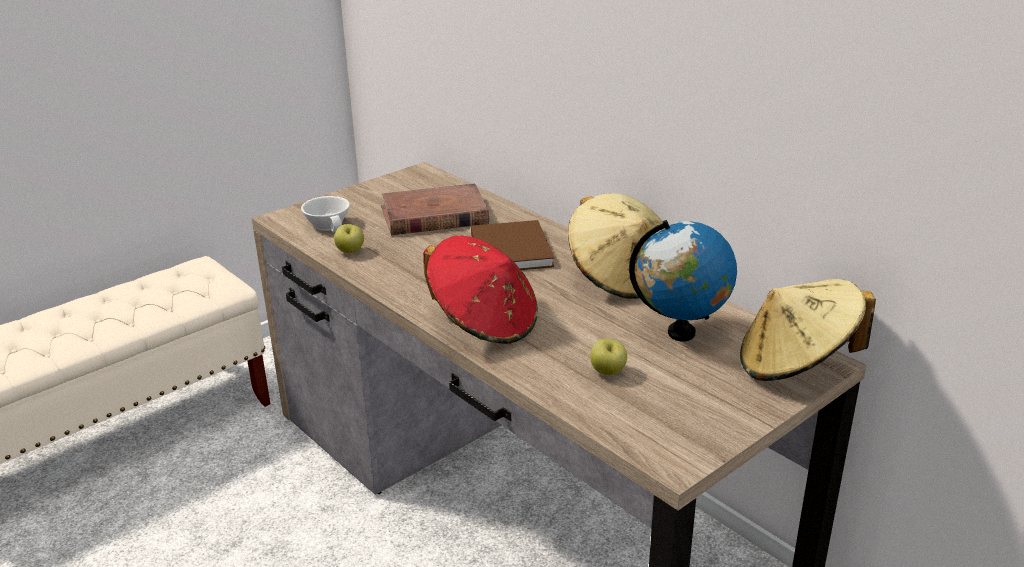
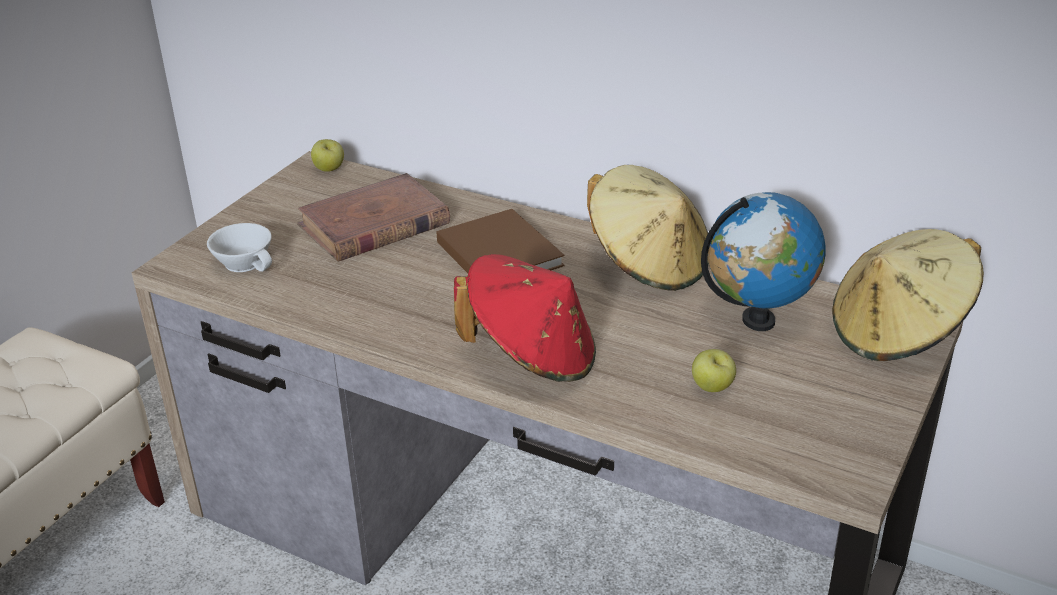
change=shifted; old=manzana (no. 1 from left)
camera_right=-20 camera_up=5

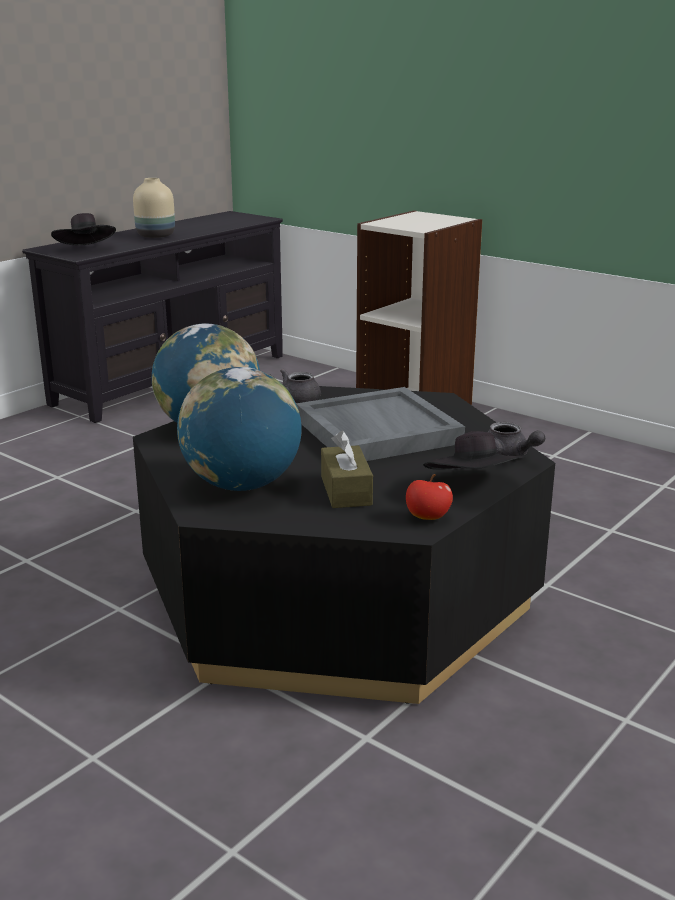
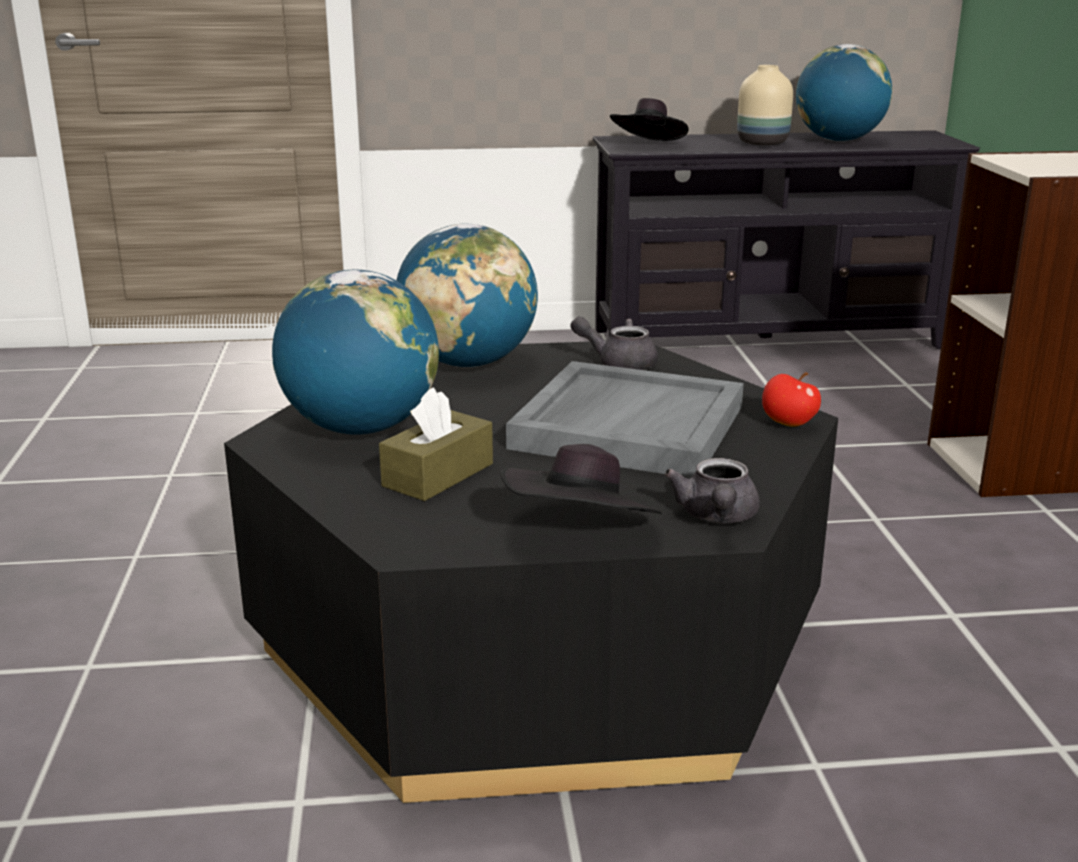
change=shifted; old=manzana
change=new; new=globo terráqueo (no. 3 from left)
camera_right=45 camera_up=0

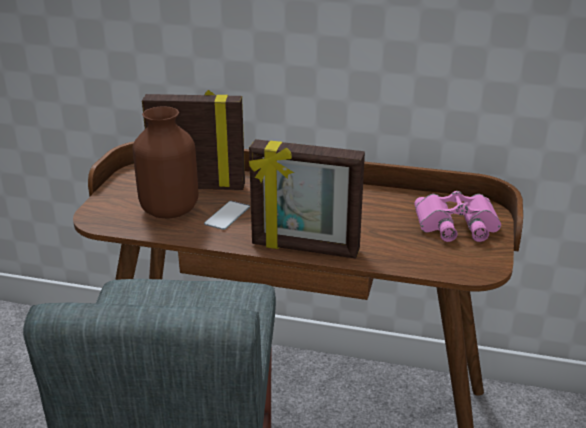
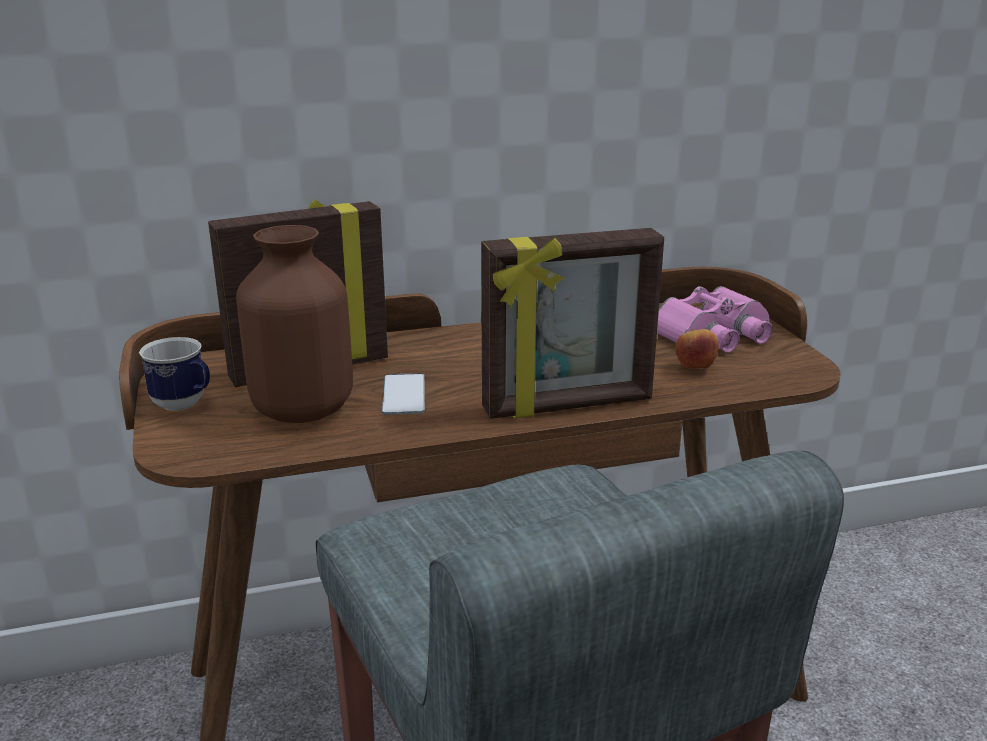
change=new; new=taza grande
change=new; new=manzana
camera_right=-30 camera_up=-5

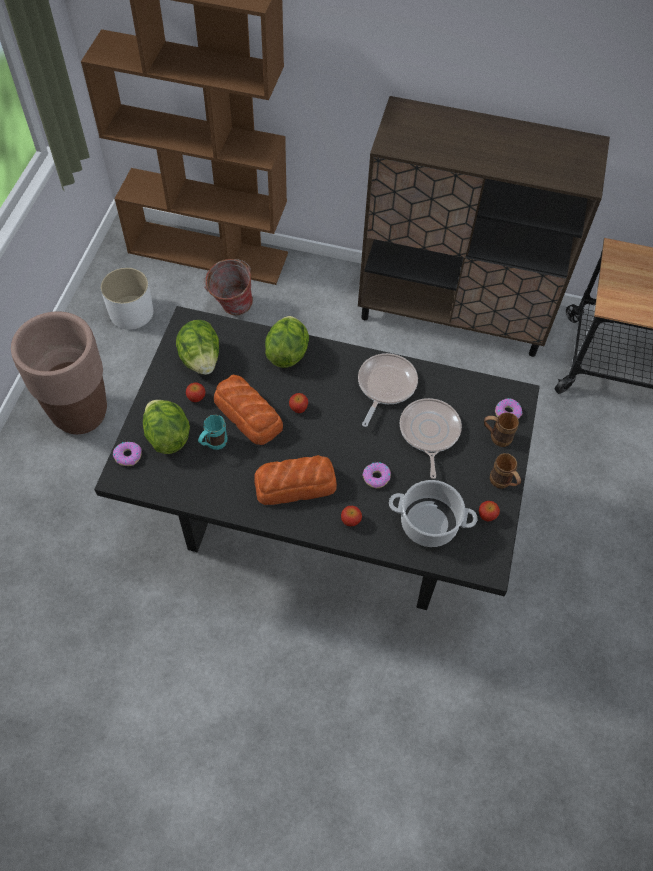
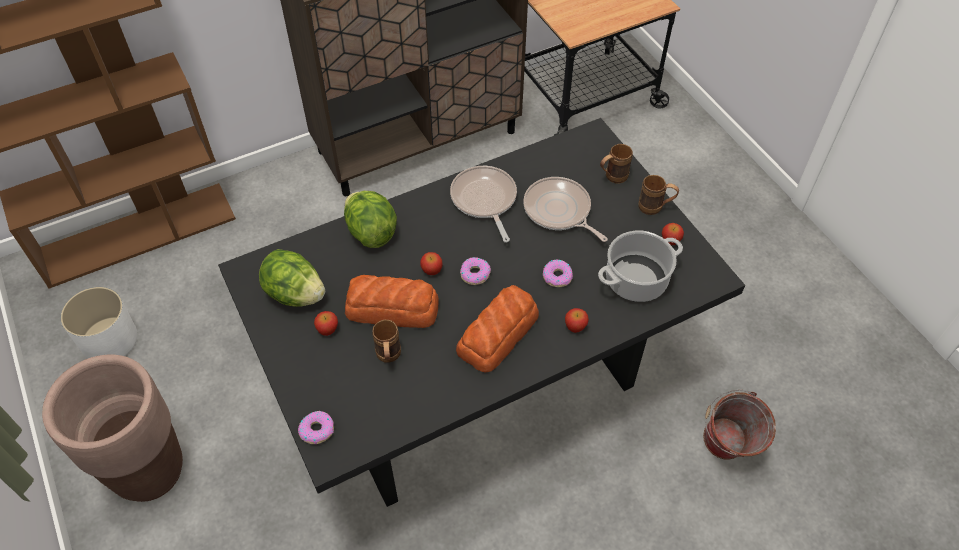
change=gone; old=lechuga (no. 1 from left)
change=repainted; old=taza grande (turquesa); new=taza grande (marrón) (no. 1 from left)
change=shifted; old=cubo
change=shifted; old=rosquilla (no. 3 from left in the first image); new=rosquilla (no. 2 from left)
camera_right=-40 camera_up=-5

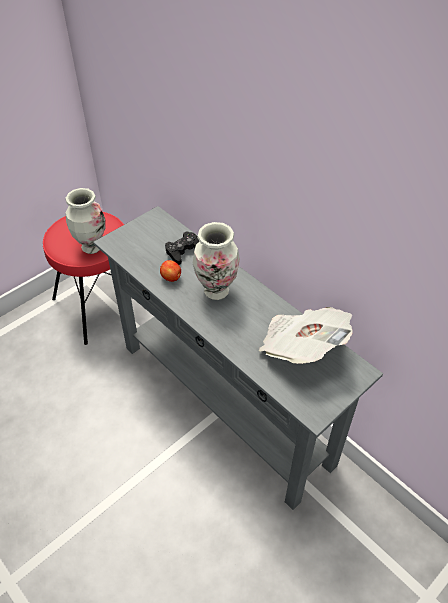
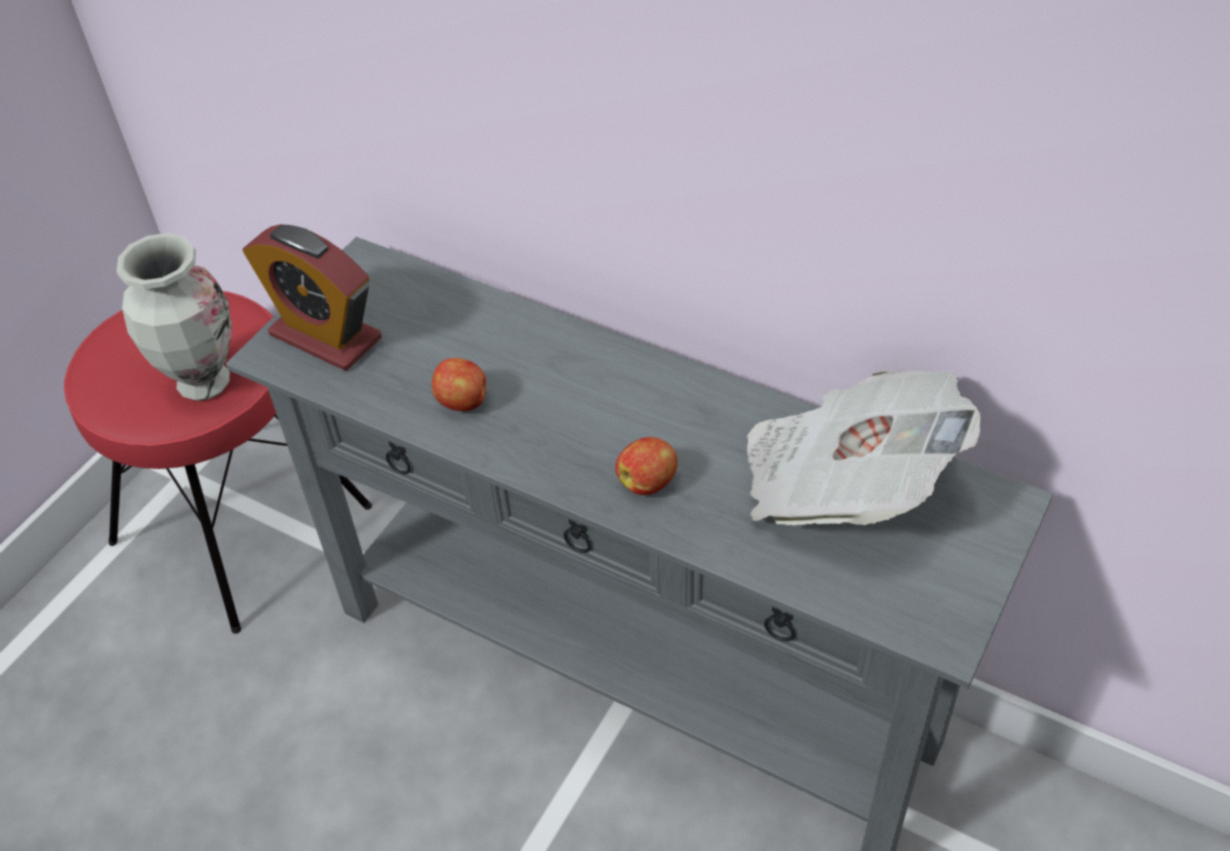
change=gone; old=mando de consola (negro)
change=gone; old=florero (no. 2 from left)
change=new; new=despertador
change=new; new=manzana (no. 2 from left)
camera_right=-15 camera_up=0

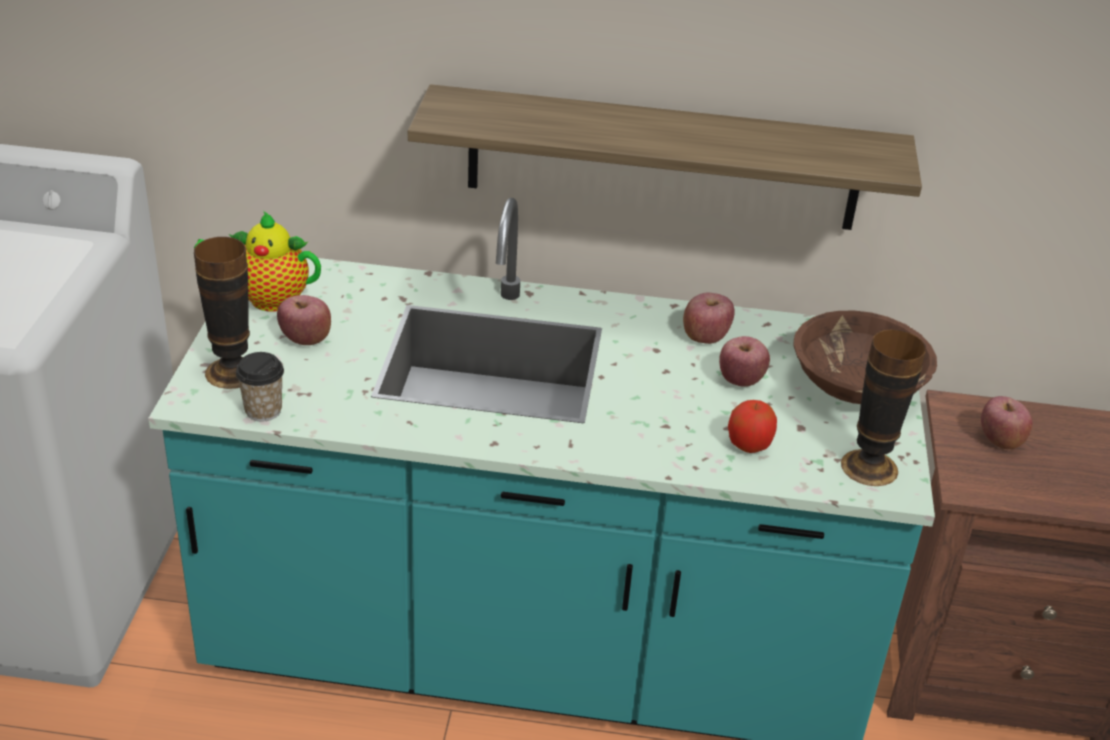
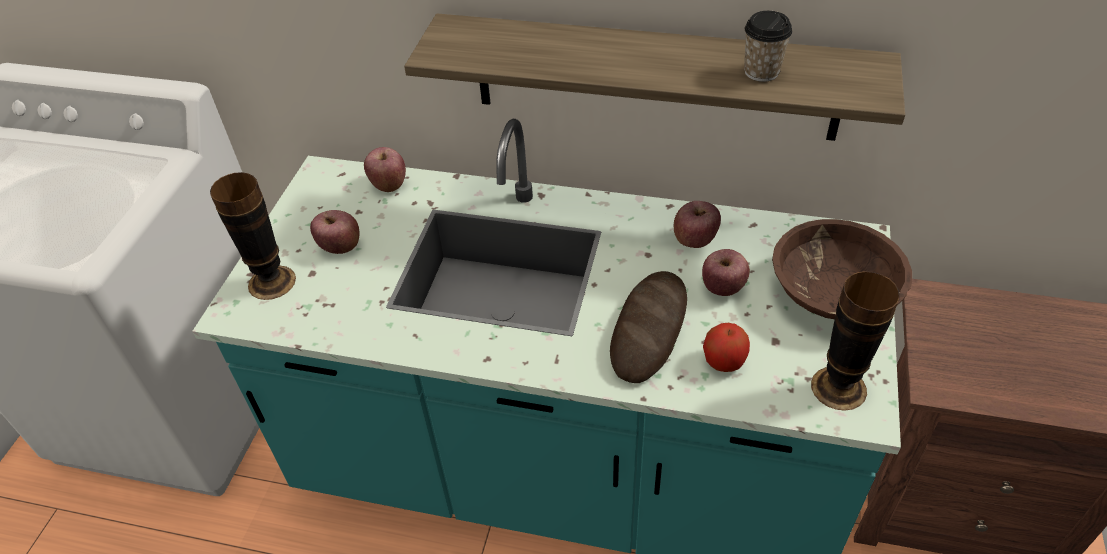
change=gone; old=tetera
change=shifted; old=taza
change=shifted; old=manzana (no. 5 from left in the first image); new=manzana (no. 2 from left)
change=new; new=pan
camera_right=10 camera_up=10

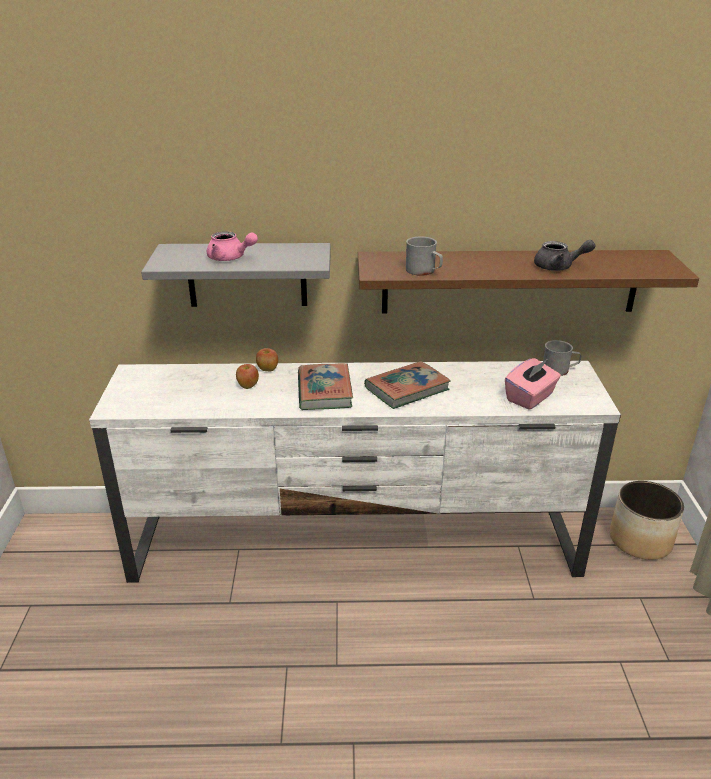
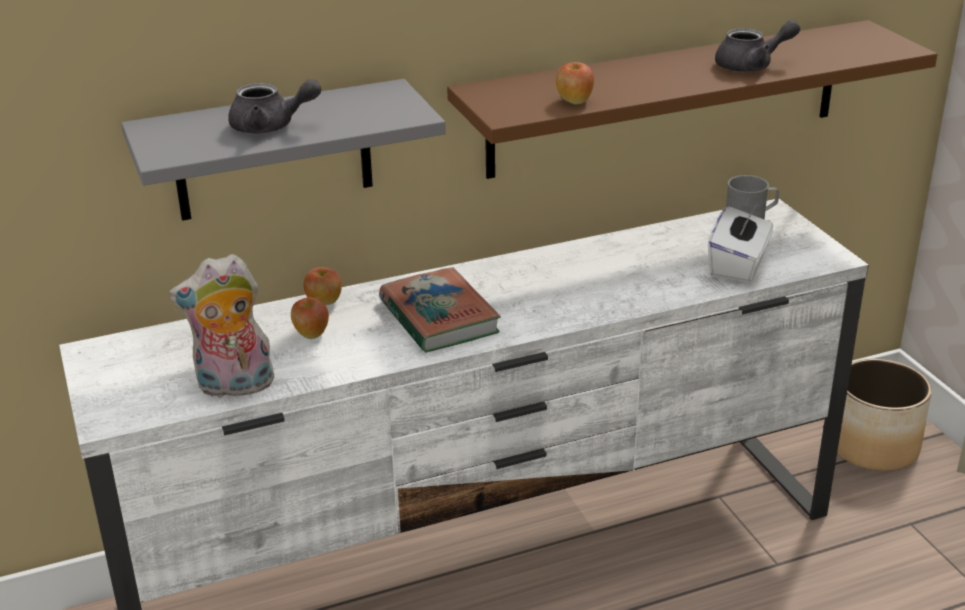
change=repainted; old=tetera (rosa); new=tetera (gris) (no. 1 from left)
change=gone; old=libro (no. 2 from left)
change=swapped; old=taza grande (gris) (no. 1 from left); new=manzana (no. 3 from left)
change=repainted; old=caja de pañuelos (rosa); new=caja de pañuelos (blanco)
change=new; new=peluche
camera_right=-20 camera_up=0

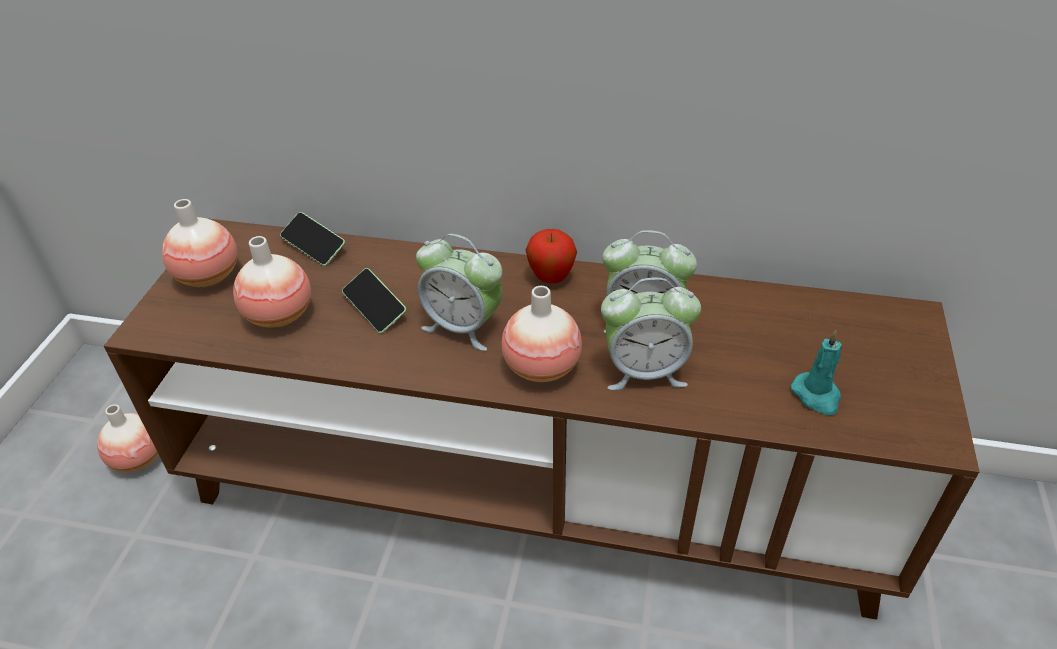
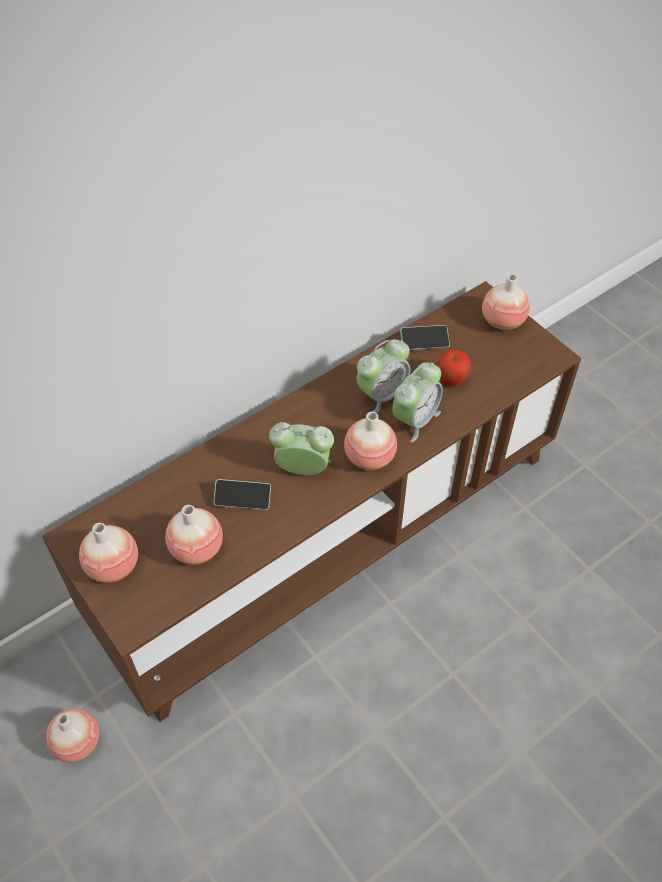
change=shifted; old=móvil (no. 1 from left in the first image); new=móvil (no. 2 from left)
change=rotated; old=despertador (no. 1 from left); degrees=-150
change=shifted; old=manzana
change=gone; old=vela (turquesa)
change=new; new=florero (no. 5 from left)
camera_right=-50 camera_up=10

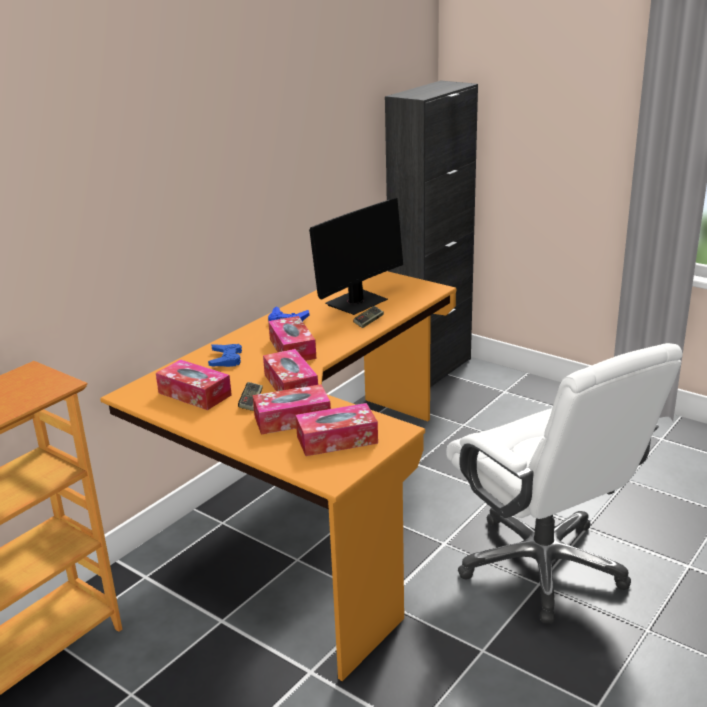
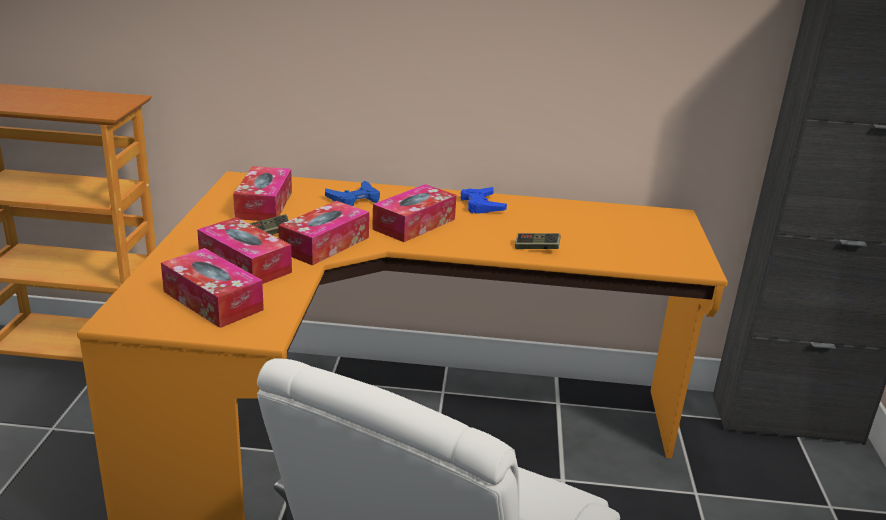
change=gone; old=monitor
camera_right=55 camera_up=0

